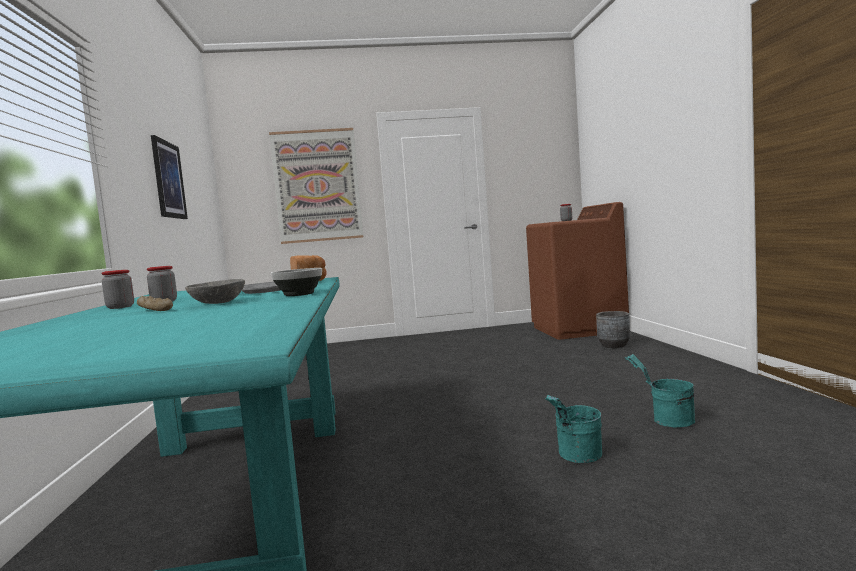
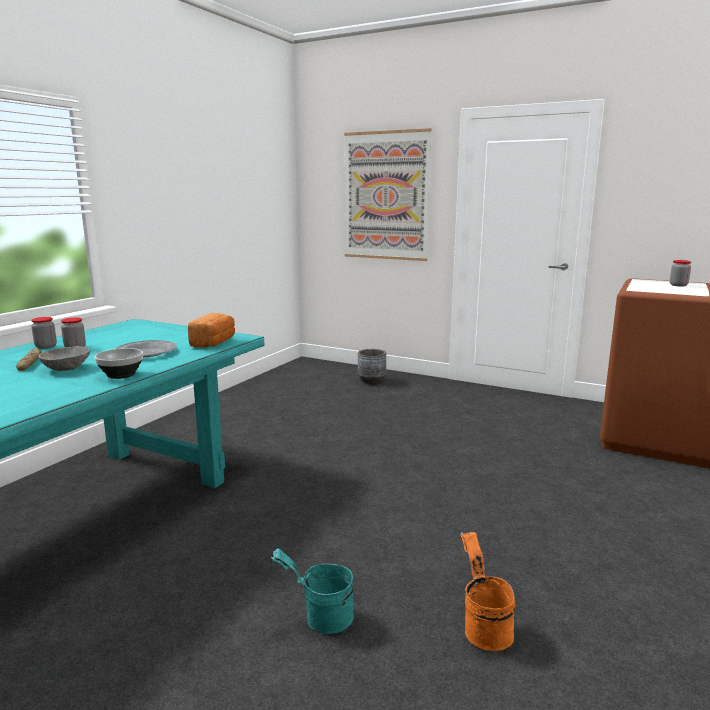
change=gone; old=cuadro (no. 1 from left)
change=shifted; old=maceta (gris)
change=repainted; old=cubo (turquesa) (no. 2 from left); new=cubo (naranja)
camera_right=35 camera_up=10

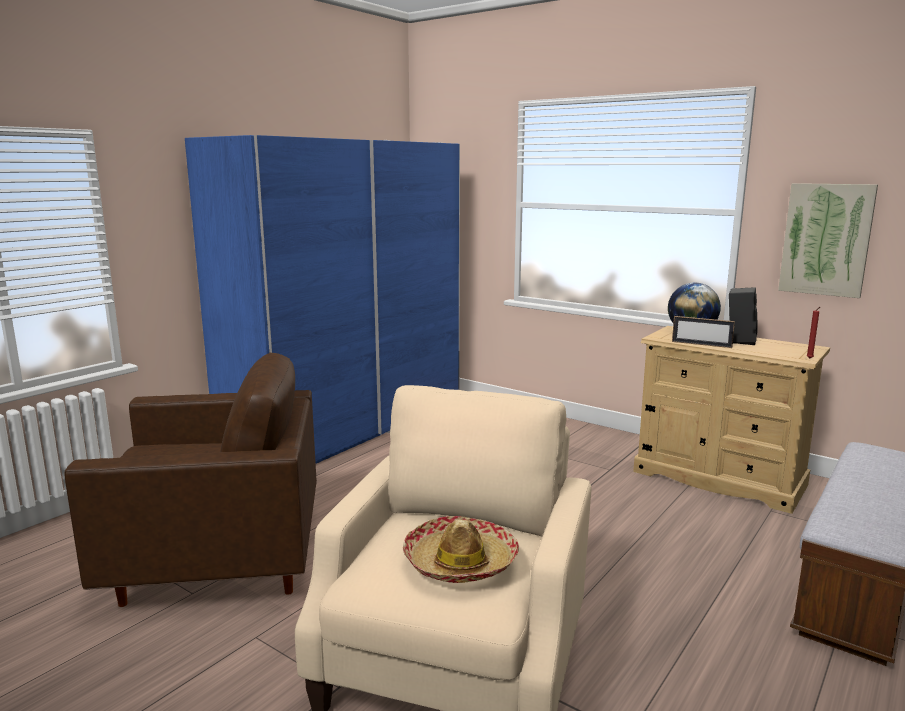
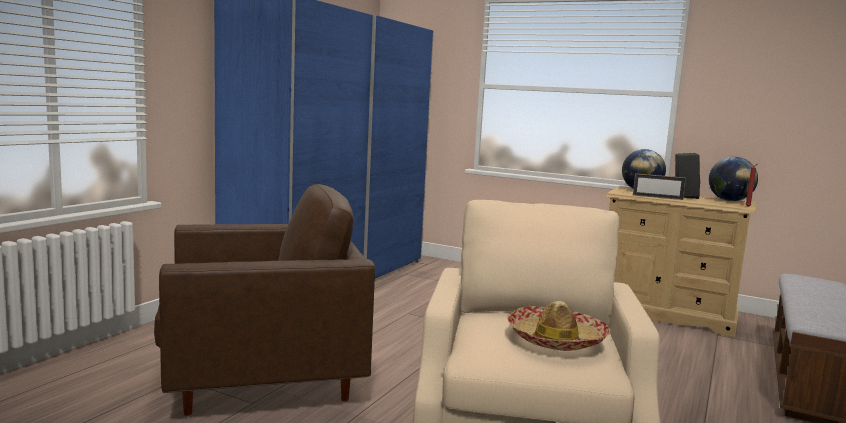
change=gone; old=cuadro
change=new; new=globo terráqueo (no. 2 from left)
camera_right=-10 camera_up=-5

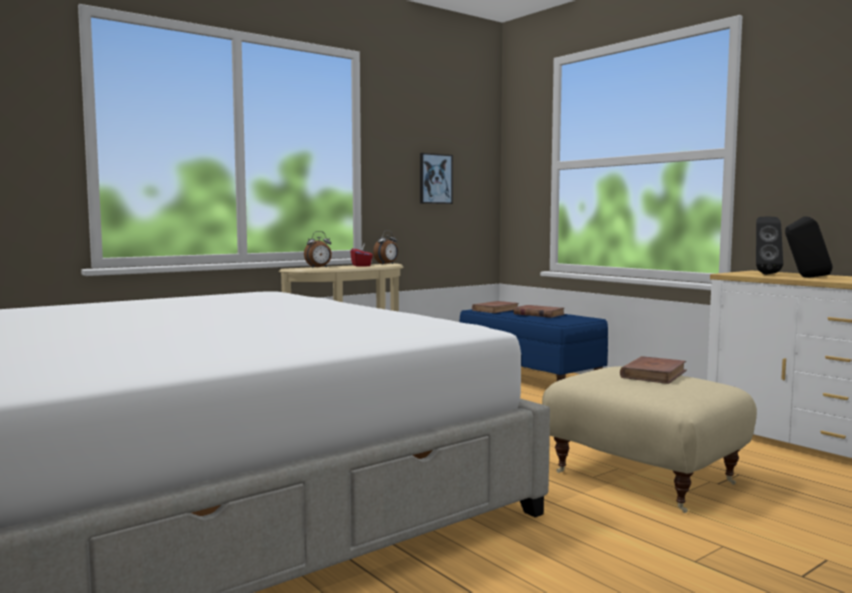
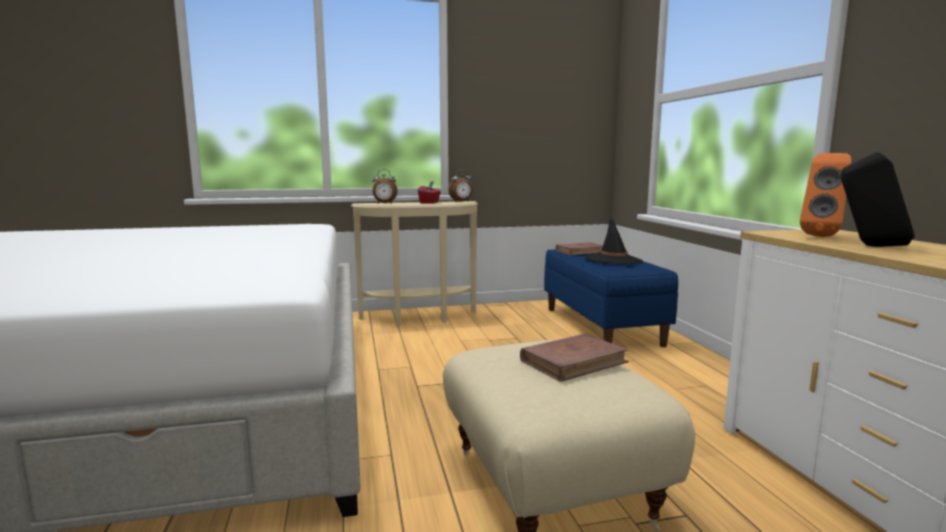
change=gone; old=cuadro
change=swapped; old=libro (marrón) (no. 2 from left); new=sombrero (negro)
change=repainted; old=altavoz (negro) (no. 1 from left); new=altavoz (naranja)
camera_right=25 camera_up=5

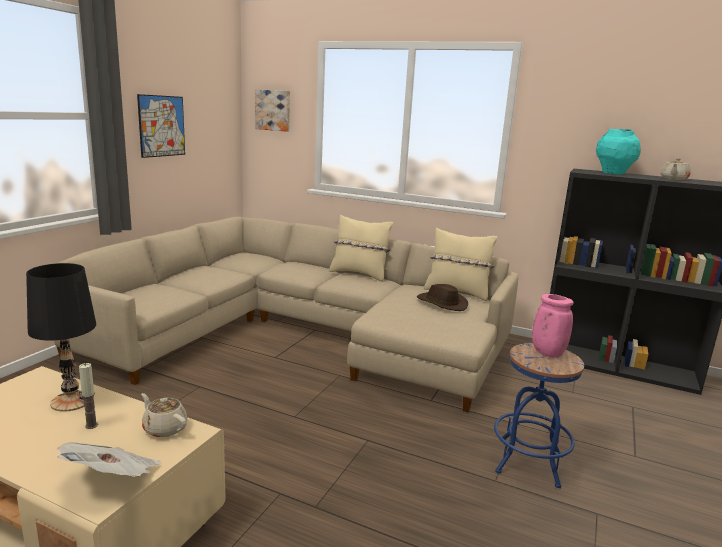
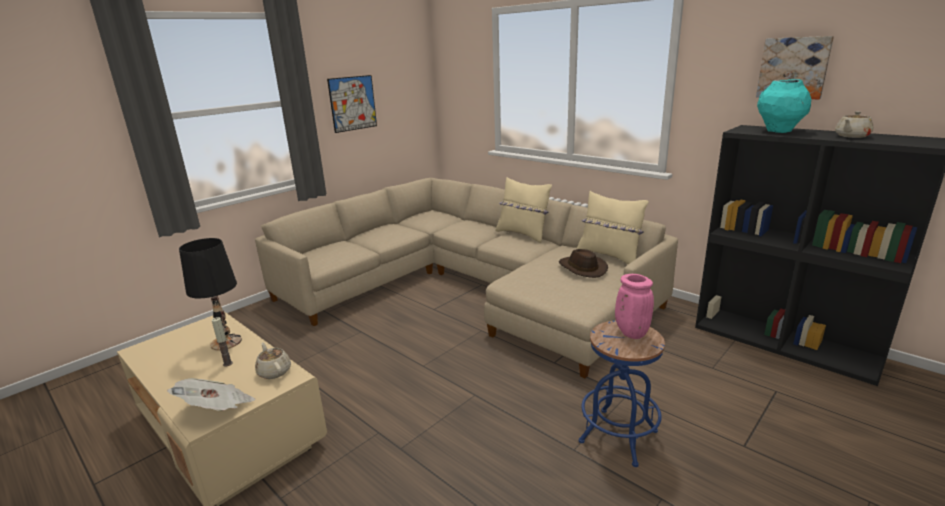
change=shifted; old=cuadro (no. 2 from left)
camera_right=20 camera_up=5

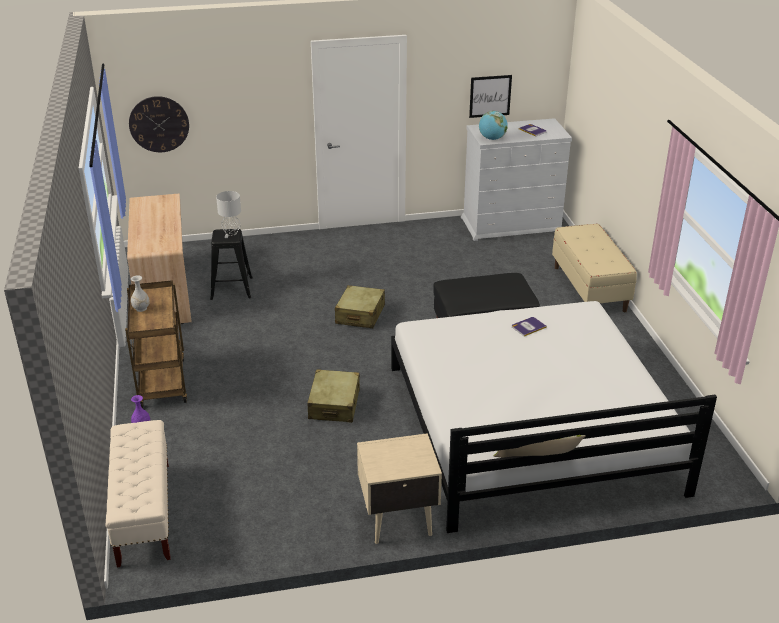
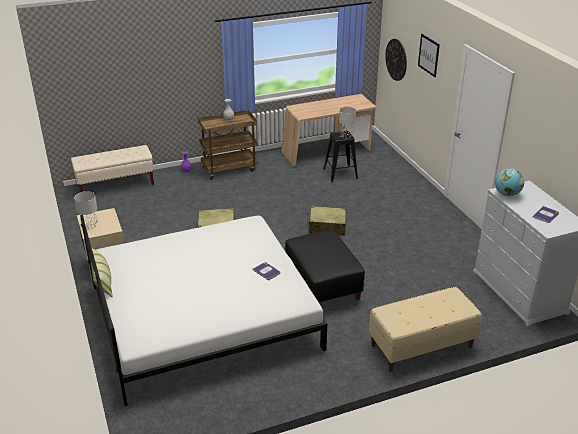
change=shifted; old=cuadro
change=new; new=lámpara de mesa (gris) (no. 1 from left)
camera_right=80 camera_up=0

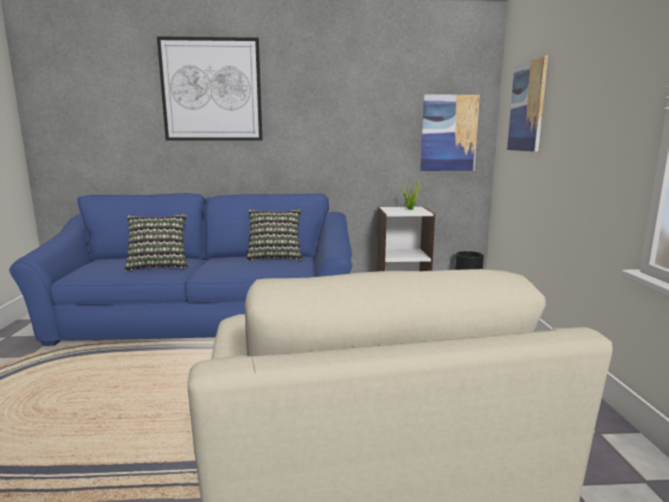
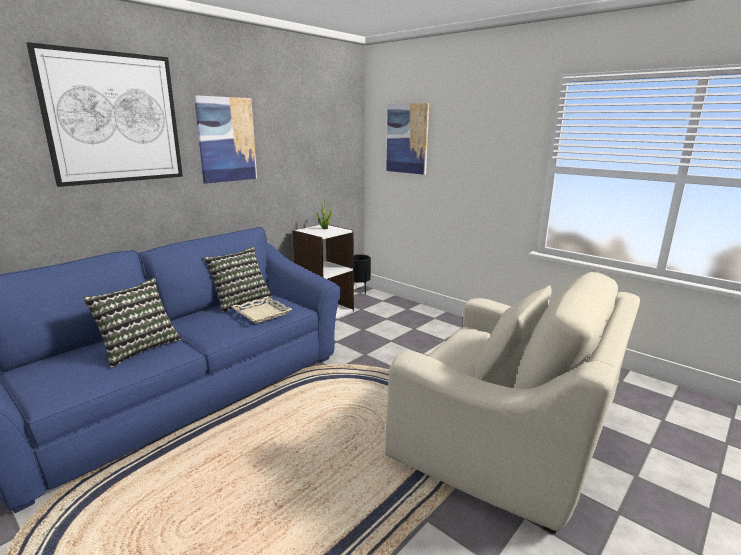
change=shifted; old=cuadro (no. 2 from left)
change=new; new=bandeja (beis)
camera_right=-45 camera_up=5

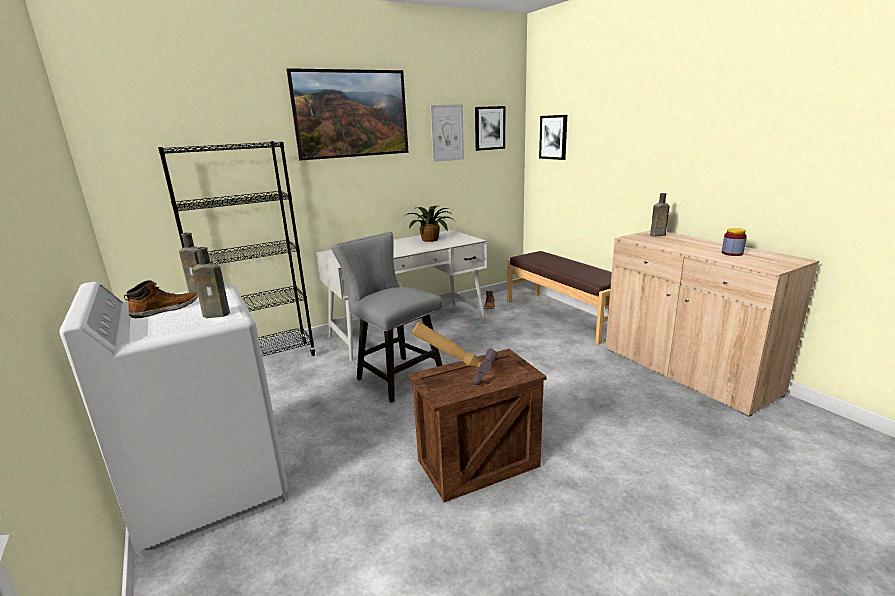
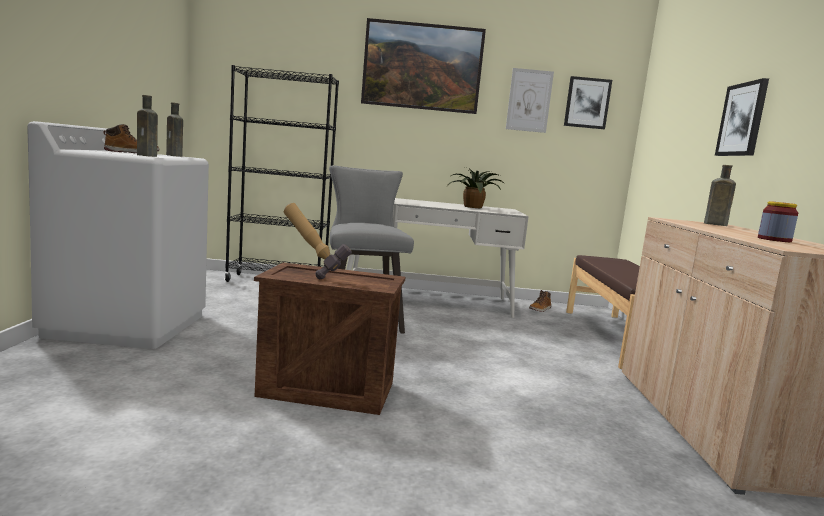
change=shifted; old=cuadro (no. 4 from left)
camera_right=30 camera_up=-10

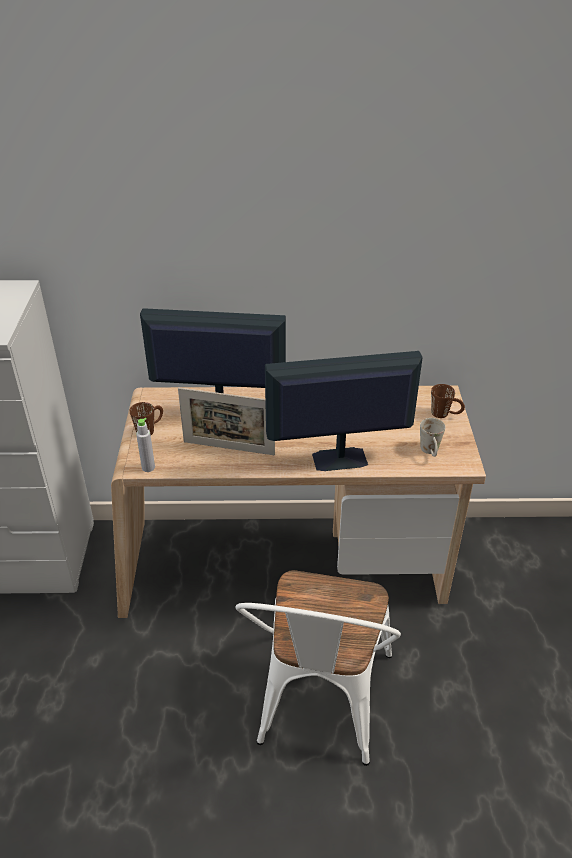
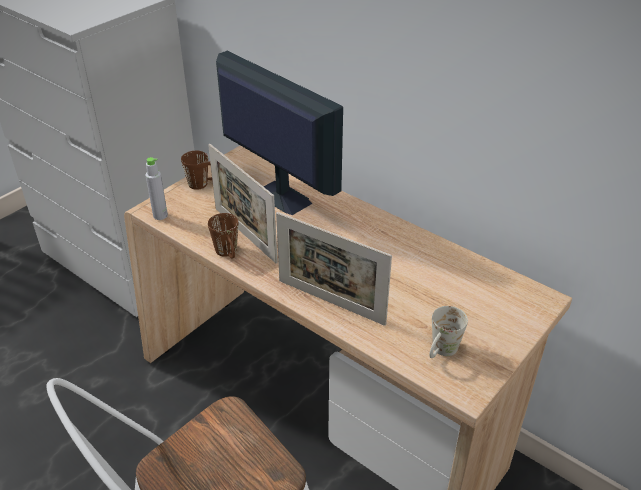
change=swapped; old=monitor (no. 2 from left); new=portarretratos (no. 2 from left)
change=shifted; old=taza grande (marrón) (no. 2 from left)
camera_right=40 camera_up=0

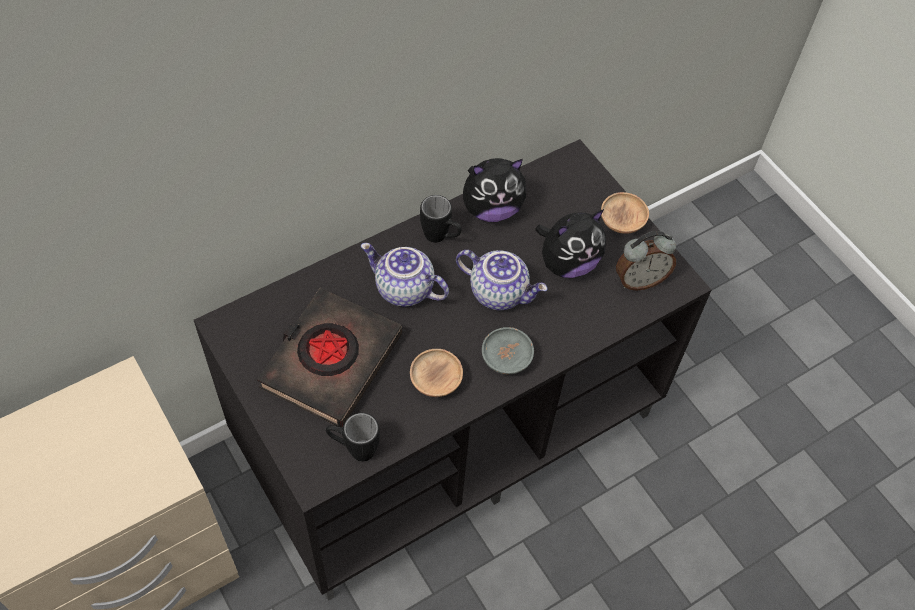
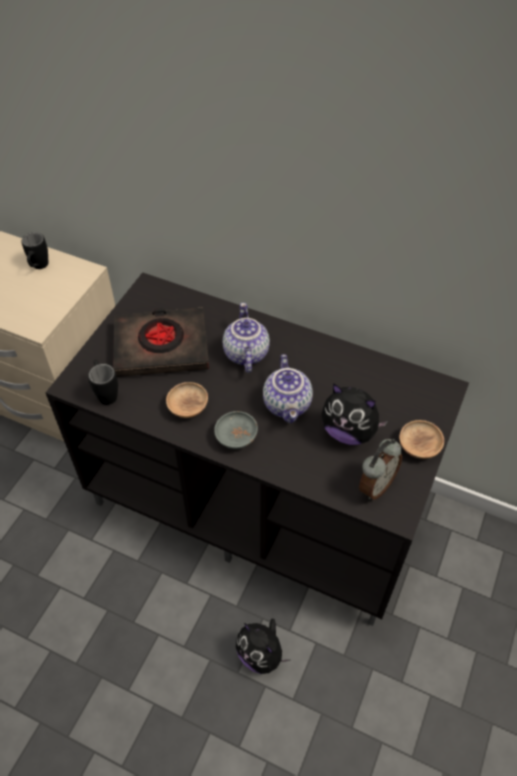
change=shifted; old=taza grande (negro) (no. 2 from left in the first image); new=taza grande (negro) (no. 1 from left)
change=shifted; old=peluche (no. 1 from left)
change=rotated; old=despertador; degrees=-90
camera_right=60 camera_up=-5

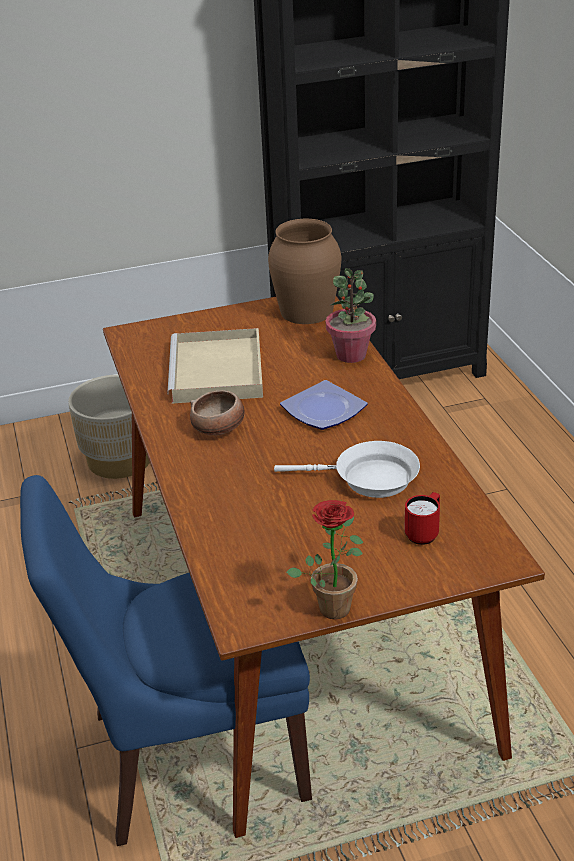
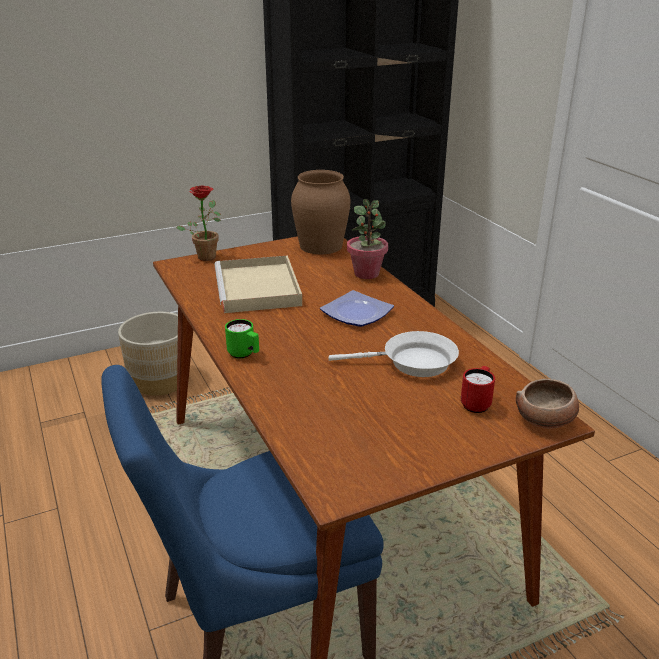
change=shifted; old=cuenco
change=shifted; old=planta en maceta (no. 1 from left)
change=new; new=taza grande (verde)
camera_right=-10 camera_up=-5

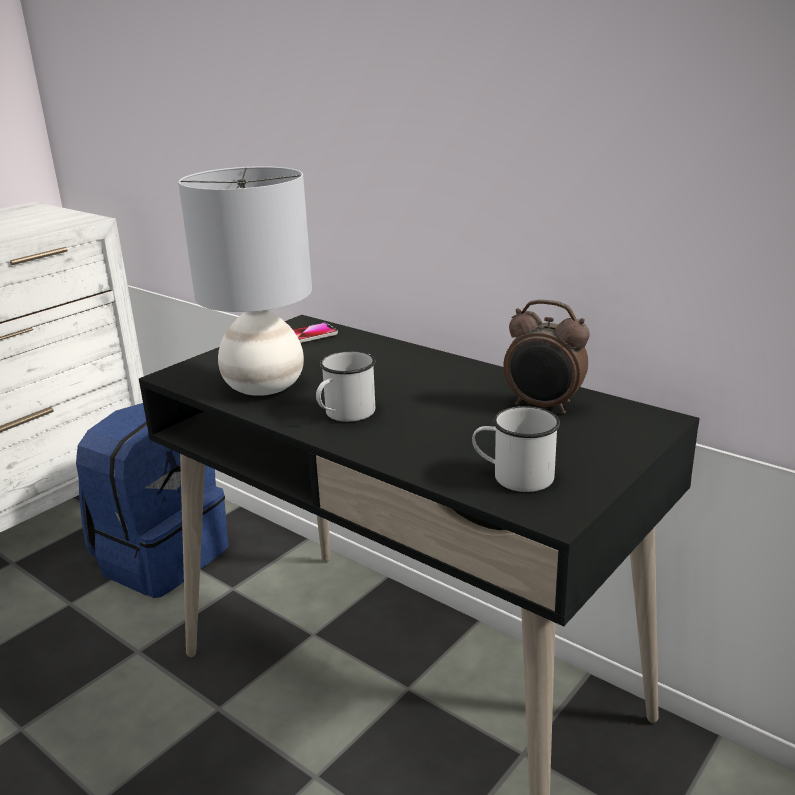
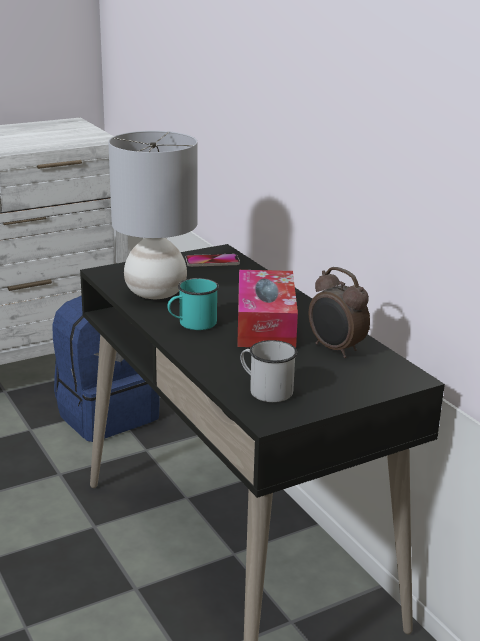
change=repainted; old=taza grande (blanco) (no. 1 from left); new=taza grande (turquesa)
change=new; new=caja de pañuelos
camera_right=20 camera_up=0

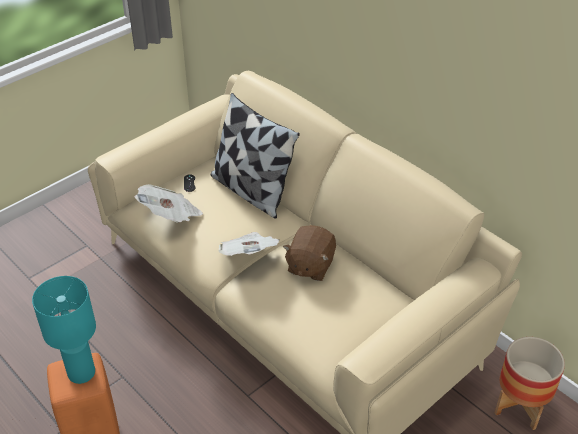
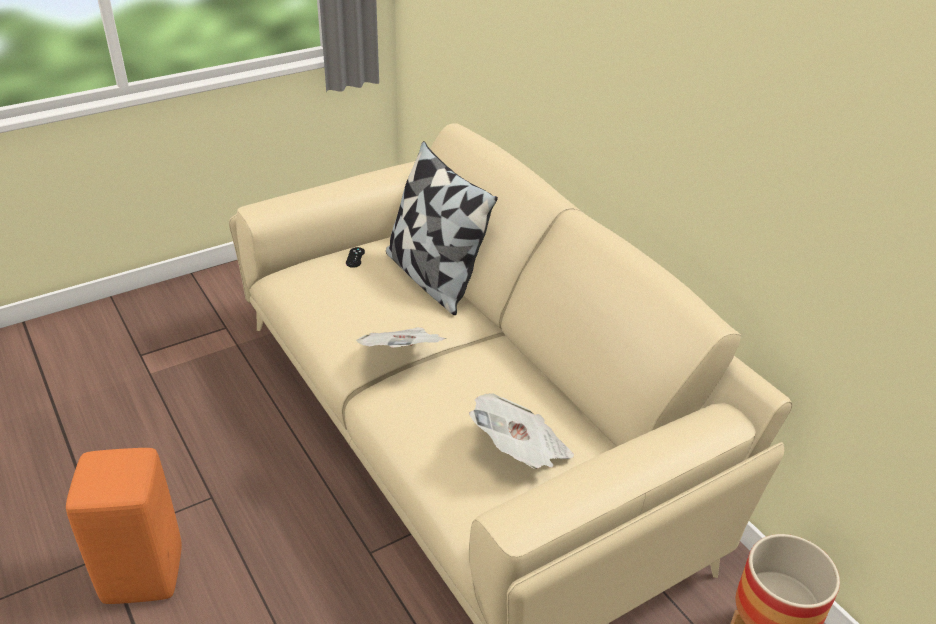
change=gone; old=lámpara de mesa (turquesa)
change=shifted; old=periódico (no. 1 from left in the first image); new=periódico (no. 2 from left)
change=gone; old=peluche (marrón)
camera_right=10 camera_up=-5

